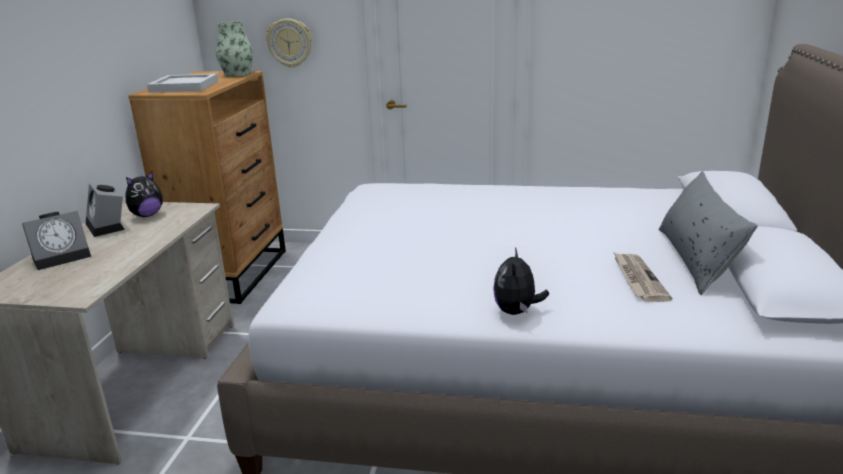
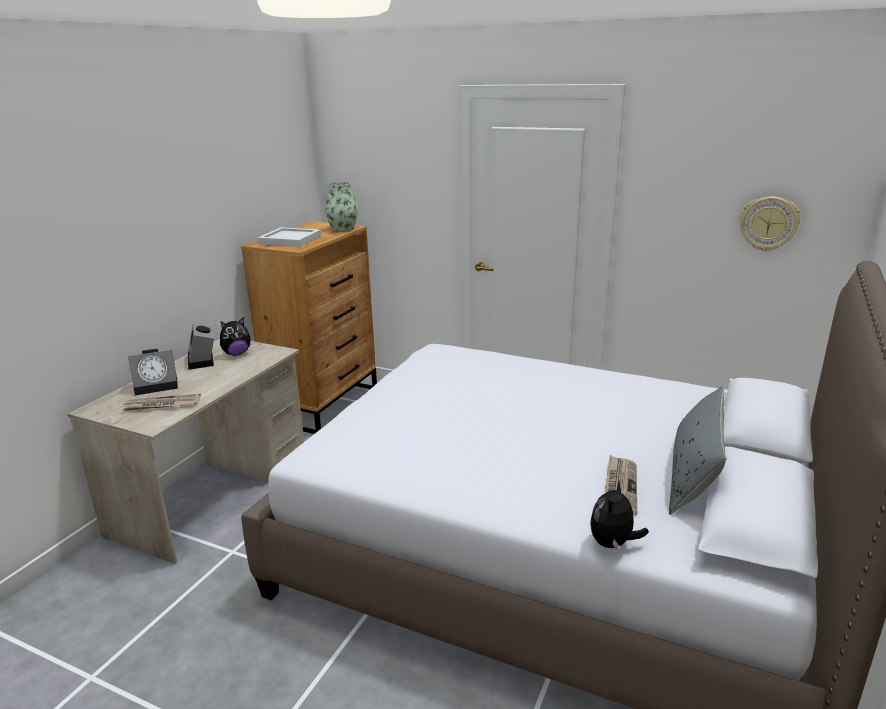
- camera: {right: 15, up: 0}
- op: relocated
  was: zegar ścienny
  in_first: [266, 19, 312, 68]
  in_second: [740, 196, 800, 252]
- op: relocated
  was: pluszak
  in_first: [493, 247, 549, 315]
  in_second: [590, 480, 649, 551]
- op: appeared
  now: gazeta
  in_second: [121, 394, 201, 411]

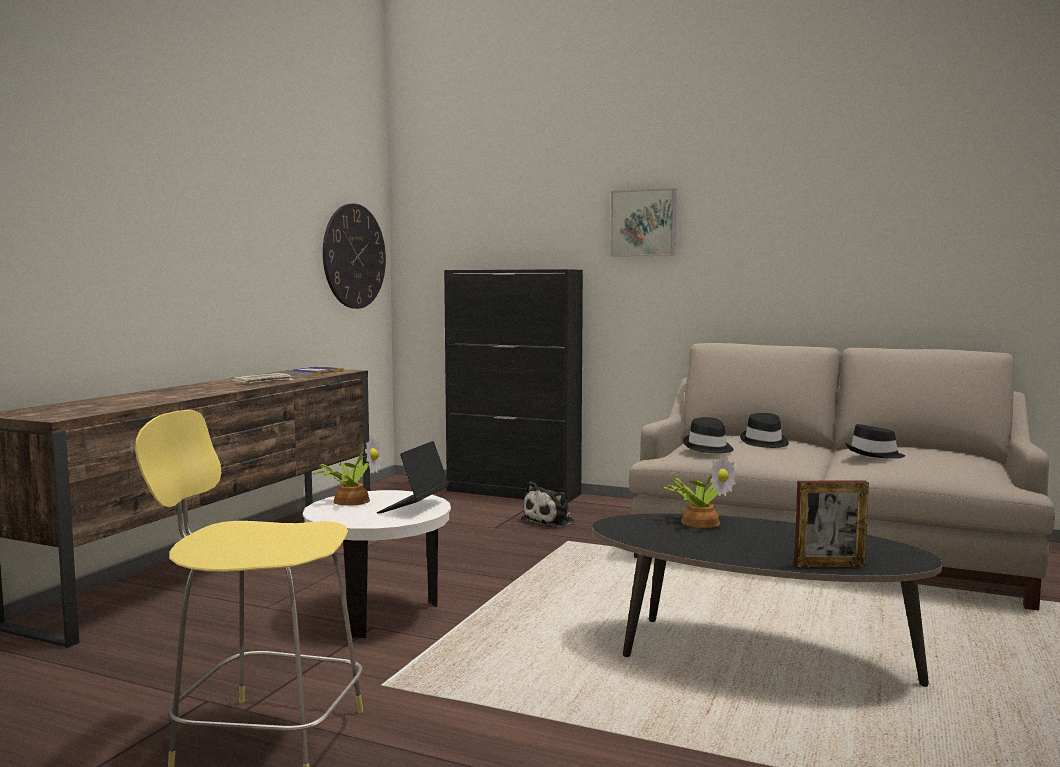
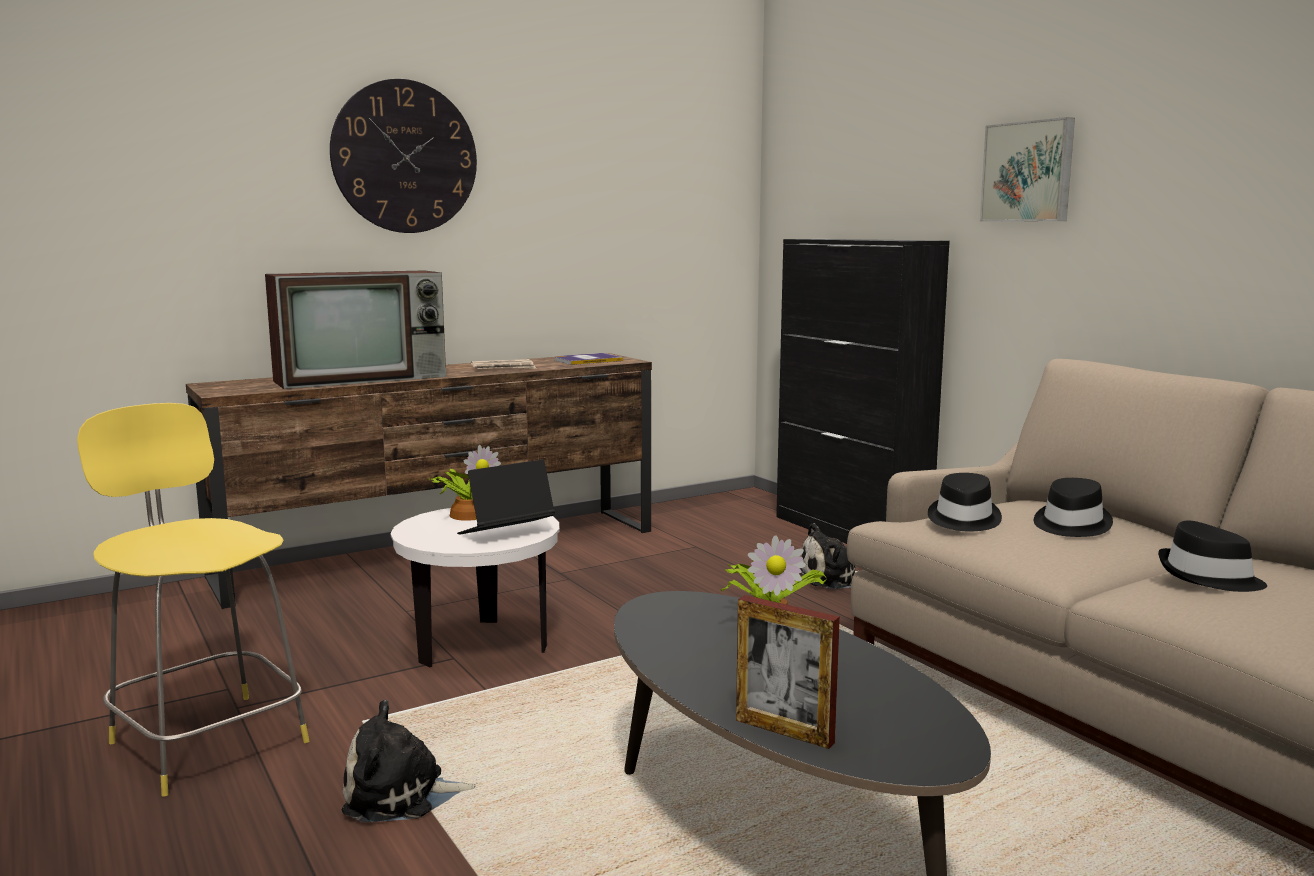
- camera: {right: 35, up: 5}
- op: relocated
  was: zegar ścienny
  in_first: [323, 204, 386, 309]
  in_second: [330, 79, 477, 233]
- op: appeared
  now: telewizor
  in_second: [265, 270, 446, 389]
- op: appeared
  now: pluszak
  in_second: [342, 700, 478, 822]

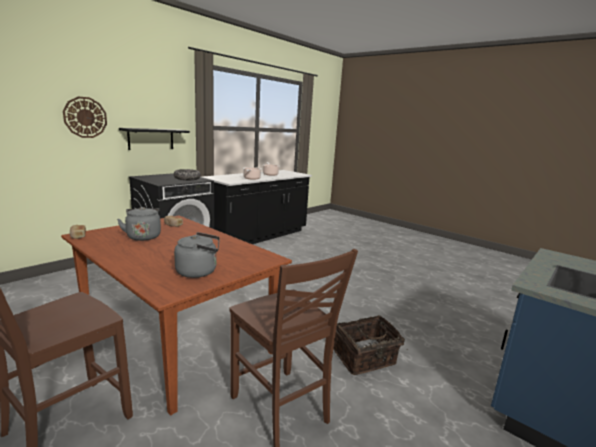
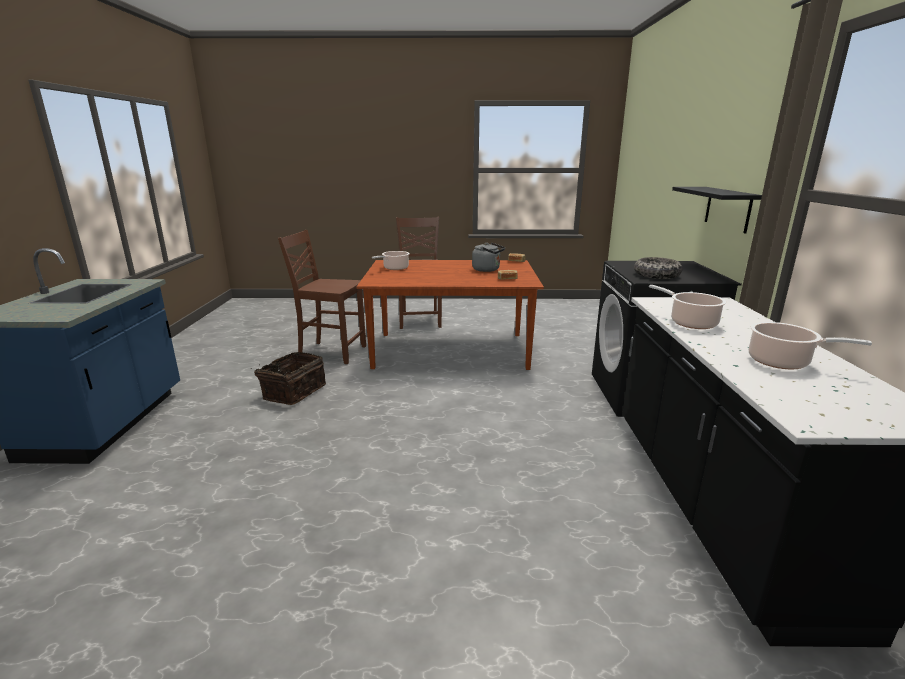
- camera: {right: 140, up: 5}
- op: missing
  was: zegar ścienny
  in_first: [63, 97, 107, 138]
- op: exchanged
  was: czajnik (szary)
  now: garnek
  in_first: [174, 232, 220, 278]
  in_second: [372, 251, 410, 270]

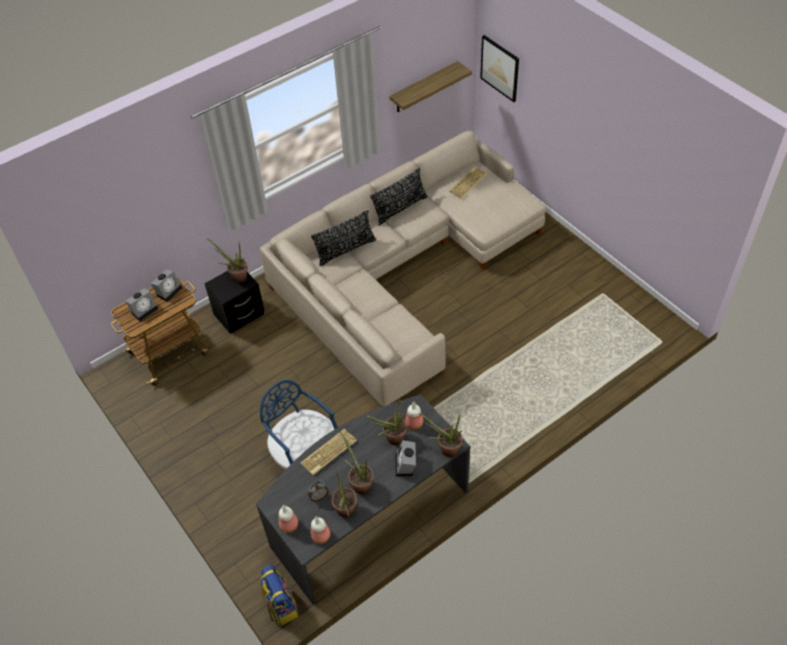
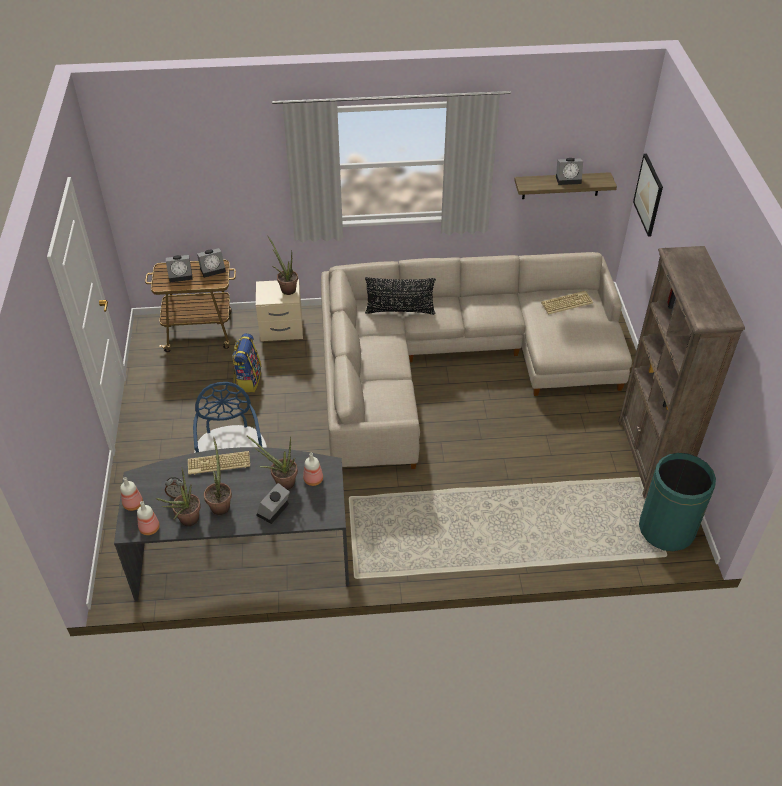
- camera: {right: 30, up: -5}
- op: missing
  was: poduszka (czarny)
  in_first: [370, 168, 428, 226]
- op: colour
  was: szafka nocna (czarny)
  now: szafka nocna (beżowy)
  in_first: [204, 271, 265, 334]
  in_second: [256, 279, 303, 341]
- op: missing
  was: roślina doniczkowa
  in_first: [419, 413, 463, 457]
- op: relocated
  was: plecak
  in_first: [260, 564, 299, 626]
  in_second: [233, 333, 261, 392]
- op: appeared
  now: budzik
  in_second: [556, 158, 583, 185]
- op: appeared
  now: regał (brązowy)
  in_second: [618, 246, 745, 498]
- op: appeared
  now: kosz na śmieci (zielony)
  in_second: [639, 453, 716, 551]

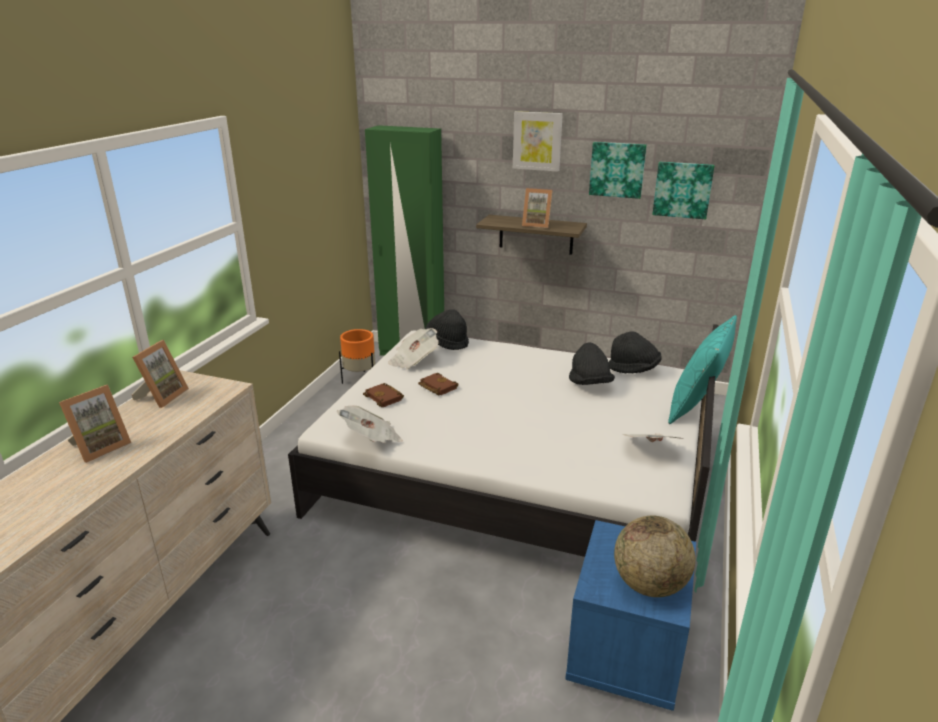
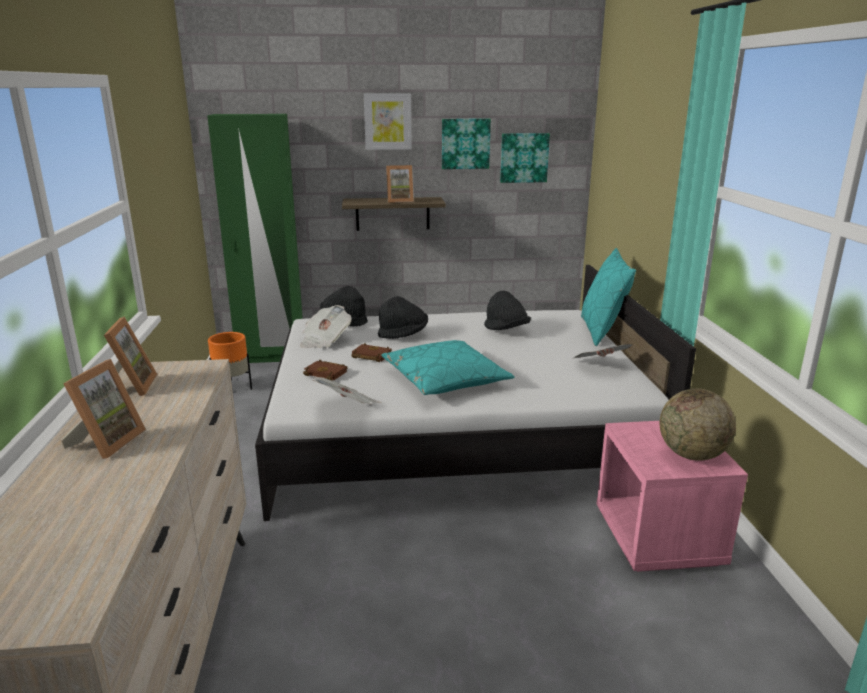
- camera: {right: -25, up: -5}
- op: relocated
  was: kapelusz (czarny)
  in_first: [609, 331, 662, 373]
  in_second: [378, 296, 428, 339]
- op: colour
  was: szafka nocna (niebieski)
  now: szafka nocna (różowy)
  in_first: [565, 520, 696, 711]
  in_second: [597, 421, 748, 572]
- op: appeared
  now: poduszka (turkusowy)
  in_second: [381, 340, 515, 395]

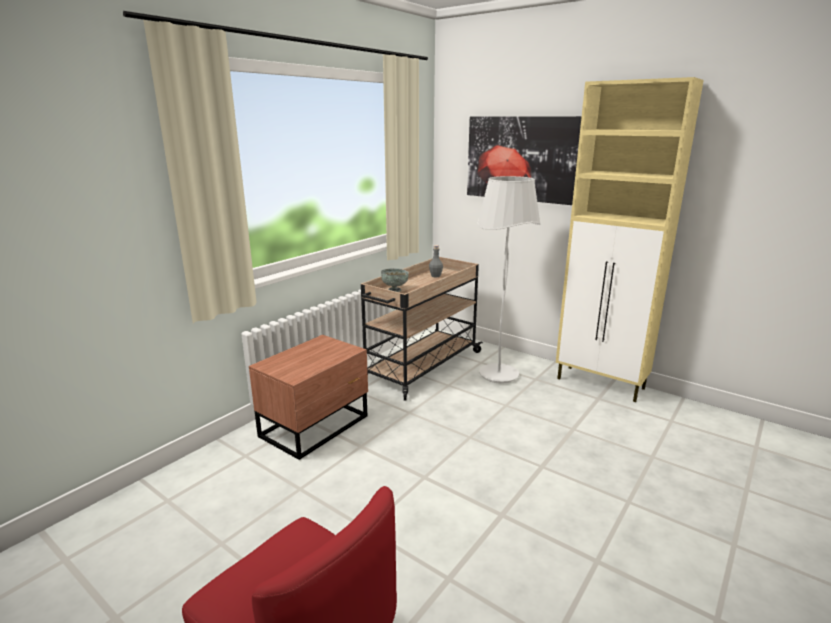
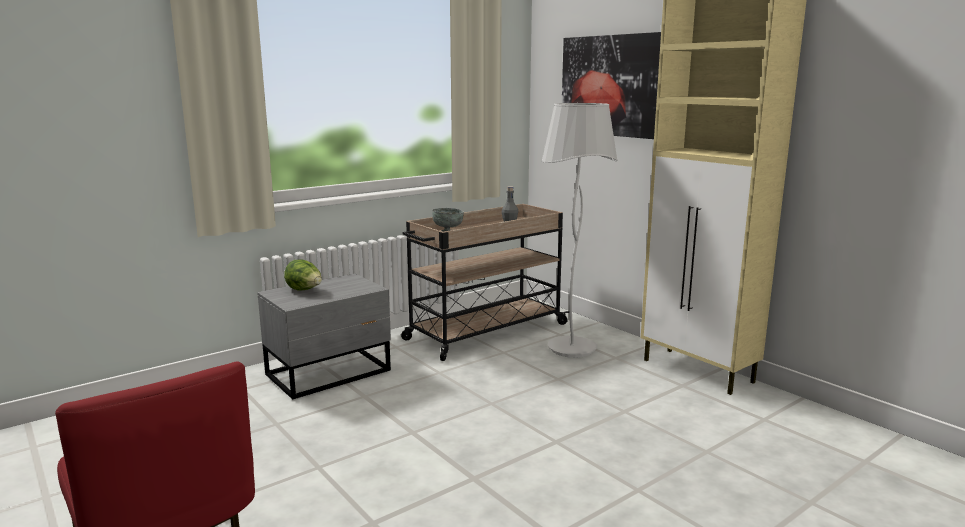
- camera: {right: 15, up: -5}
- op: colour
  was: szafka nocna (brązowy)
  now: szafka nocna (szary)
  in_first: [249, 335, 368, 460]
  in_second: [257, 273, 391, 400]
- op: appeared
  now: sałata
  in_second: [284, 259, 322, 291]

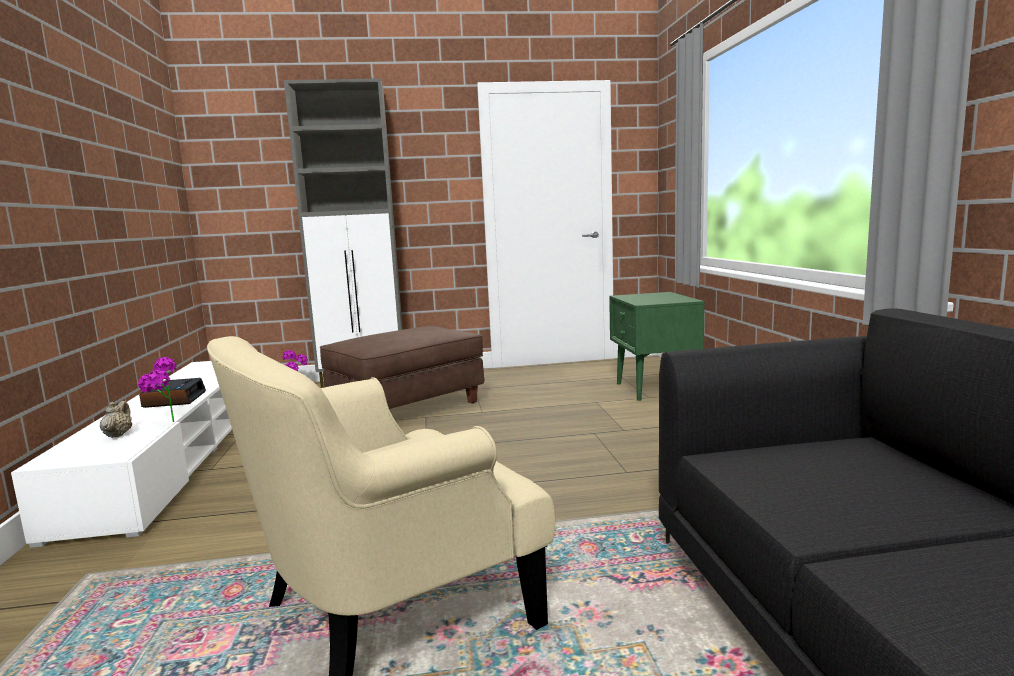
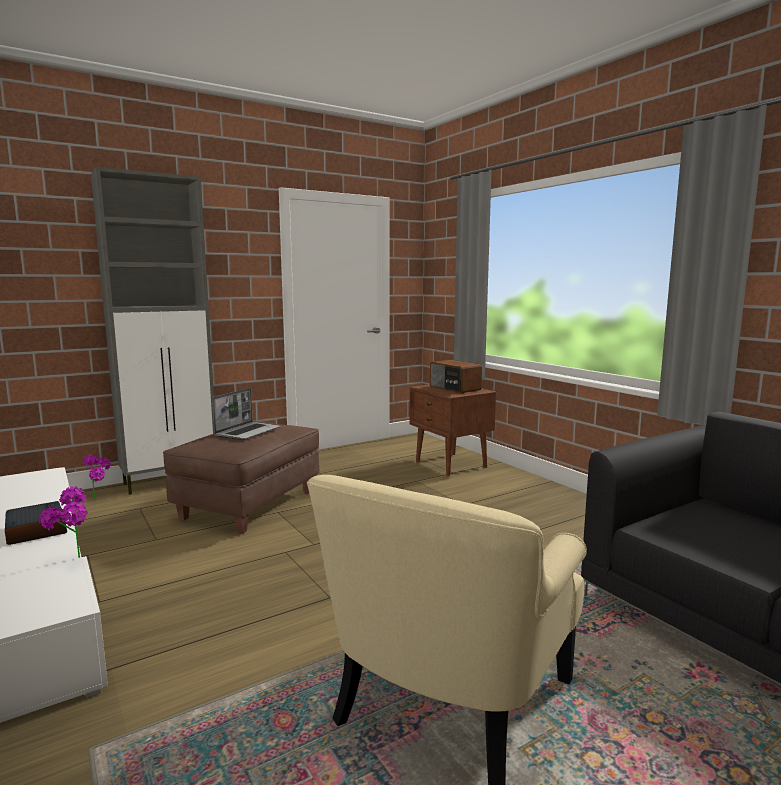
- camera: {right: -25, up: 0}
- op: colour
  was: szafka nocna (zielony)
  now: szafka nocna (brązowy)
  in_first: [609, 292, 705, 401]
  in_second: [409, 385, 496, 477]
- op: missing
  was: imbryk (beżowy)
  in_first: [100, 401, 132, 438]
- op: appeared
  now: radio
  in_second: [430, 360, 482, 393]
- op: appeared
  now: laptop
  in_second: [212, 388, 280, 440]

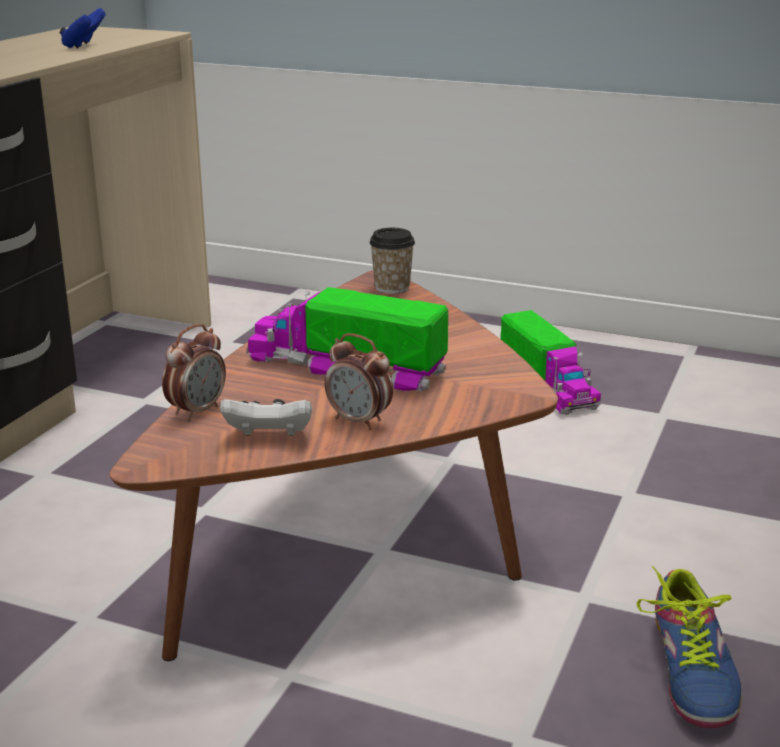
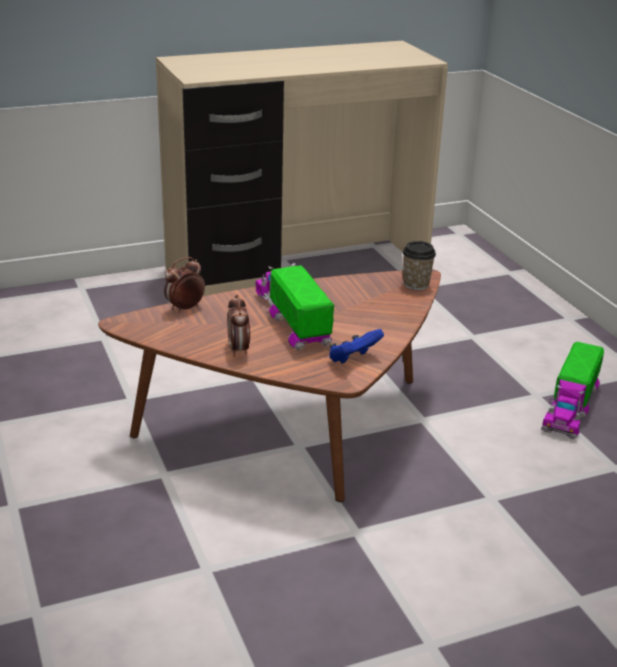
- camera: {right: 45, up: 5}
- op: relocated
  was: pad do gier (niebieski)
  in_first: [60, 8, 106, 49]
  in_second: [329, 329, 384, 364]
- op: spun
  was: budzik
  in_first: [162, 324, 226, 421]
  in_second: [164, 257, 205, 313]
  clockwise: 150
- op: missing
  was: pad do gier (biały)
  in_first: [220, 399, 312, 436]
- op: missing
  was: but
  in_first: [637, 566, 741, 728]

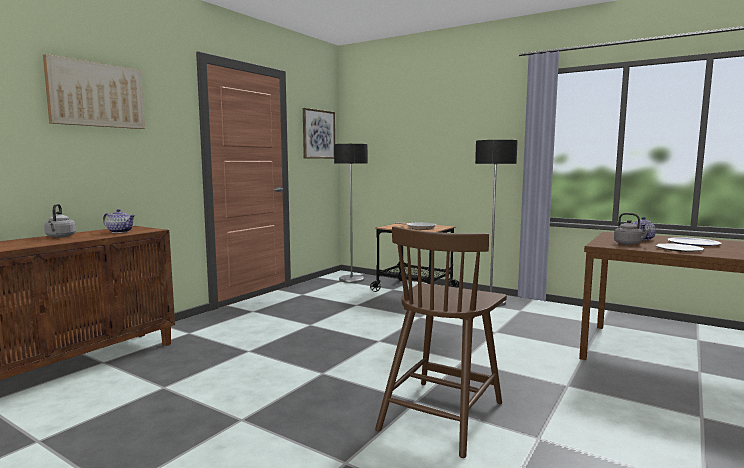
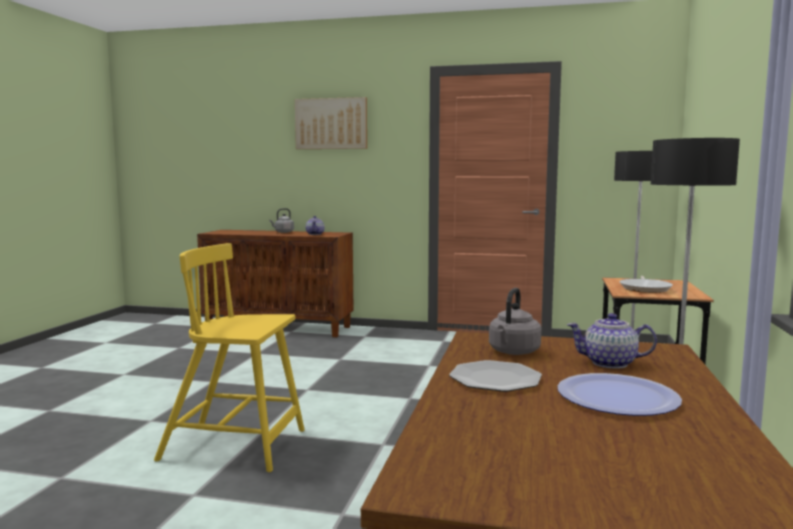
- camera: {right: 70, up: 0}
- op: missing
  was: obraz
  in_first: [303, 108, 335, 159]
- op: colour
  was: krzesło (brązowy)
  now: krzesło (żółty)
  in_first: [375, 226, 507, 458]
  in_second: [154, 243, 305, 472]

